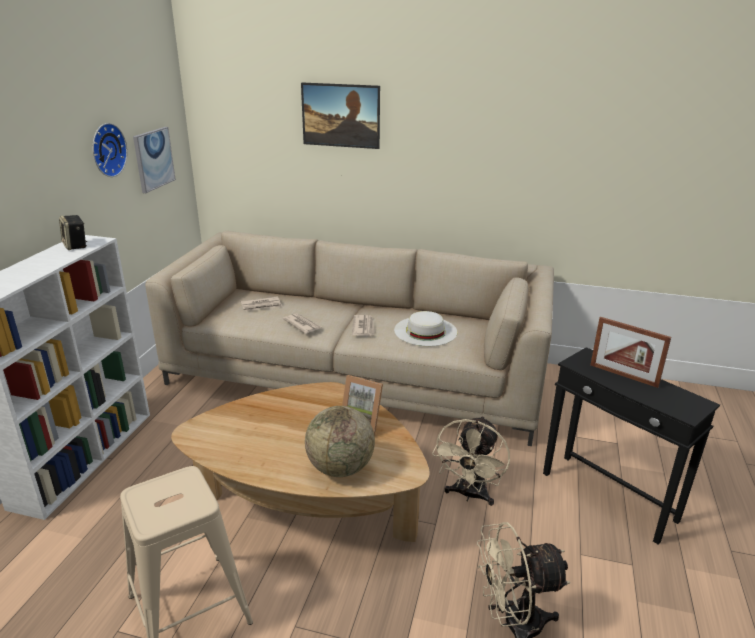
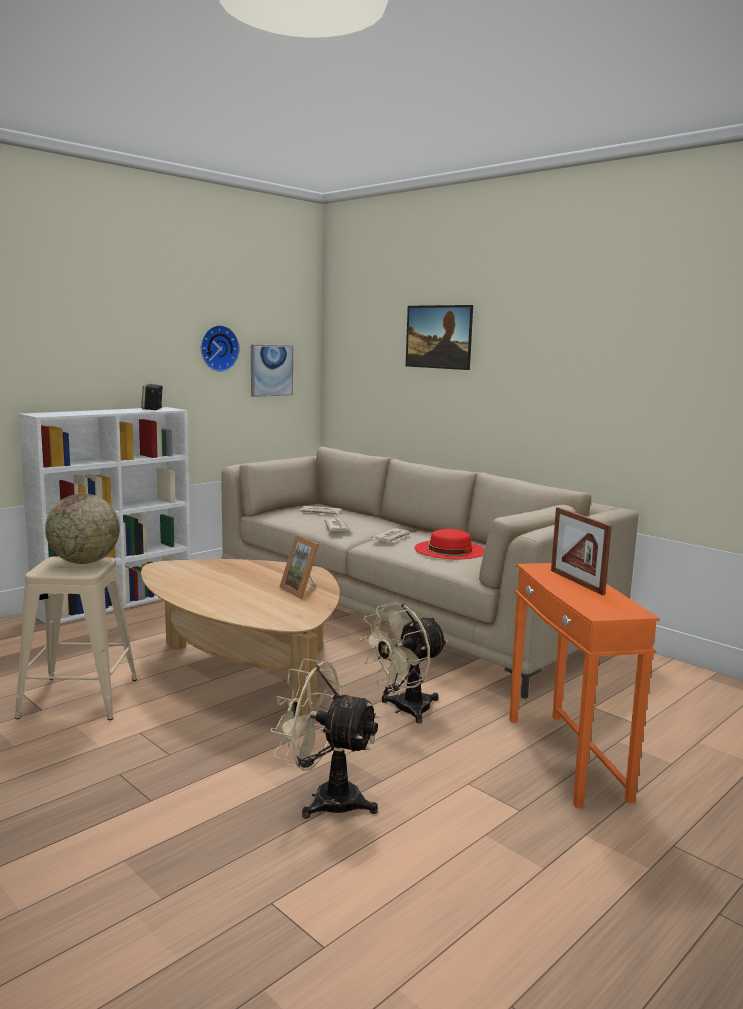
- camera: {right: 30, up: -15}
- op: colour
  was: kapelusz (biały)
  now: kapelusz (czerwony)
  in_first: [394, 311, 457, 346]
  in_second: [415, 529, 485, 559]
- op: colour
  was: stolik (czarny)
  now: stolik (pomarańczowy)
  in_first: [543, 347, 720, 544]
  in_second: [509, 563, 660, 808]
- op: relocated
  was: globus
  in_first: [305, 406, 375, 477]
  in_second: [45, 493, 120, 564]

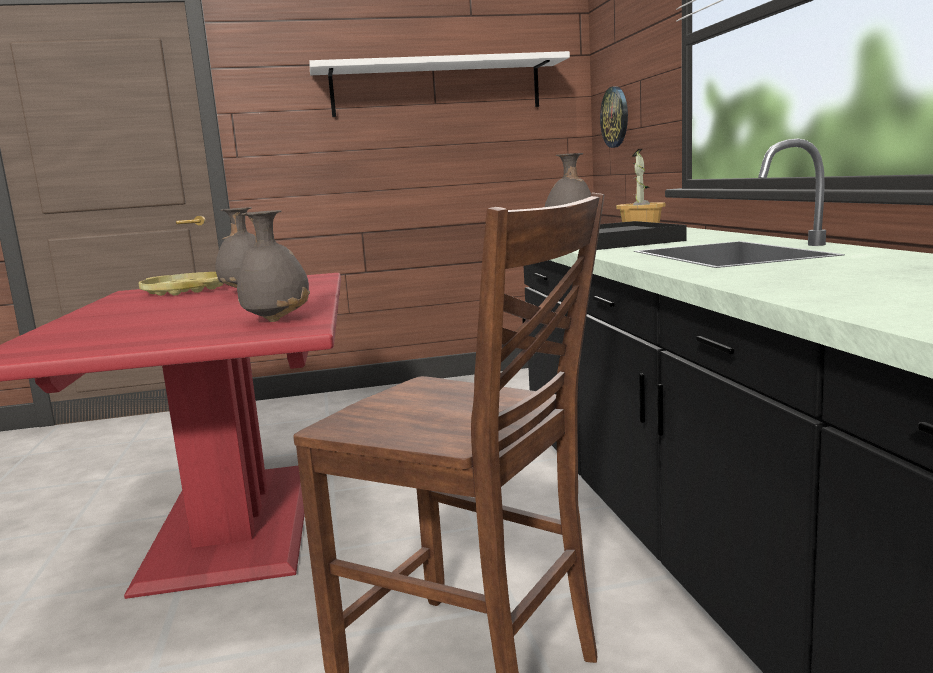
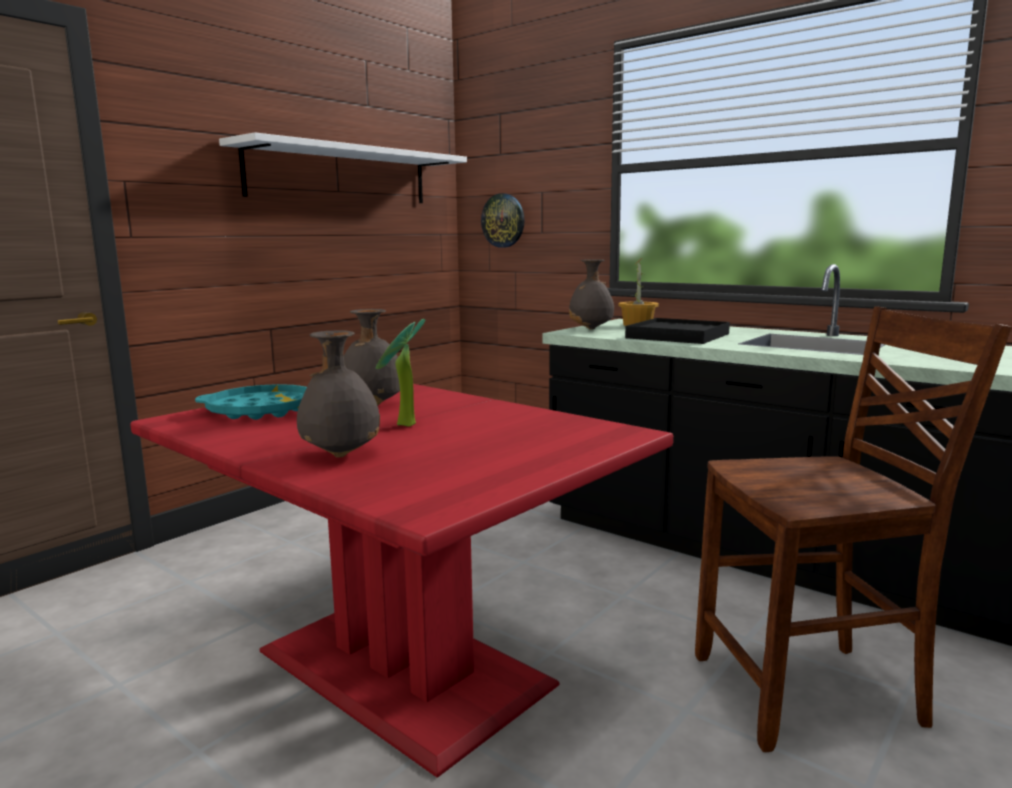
- camera: {right: -40, up: 0}
- op: relocated
  was: wazon (szary)
  in_first: [237, 210, 310, 322]
  in_second: [297, 331, 380, 457]
- op: colour
  was: taca (żółty)
  now: taca (turkusowy)
  in_first: [138, 272, 224, 296]
  in_second: [195, 384, 307, 420]
- op: appeared
  now: roślina doniczkowa
  in_second: [376, 319, 426, 427]

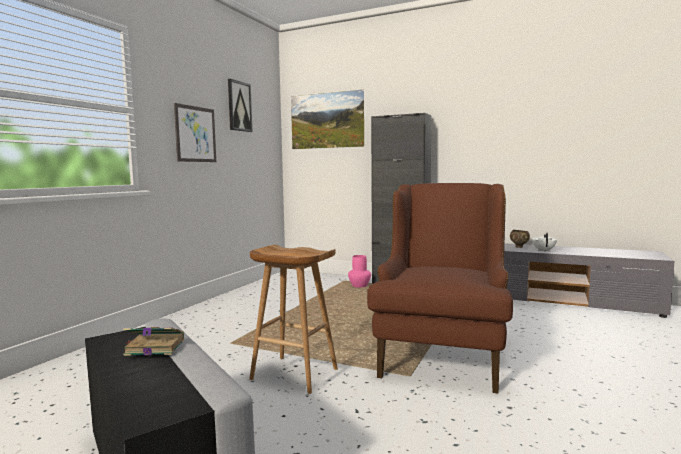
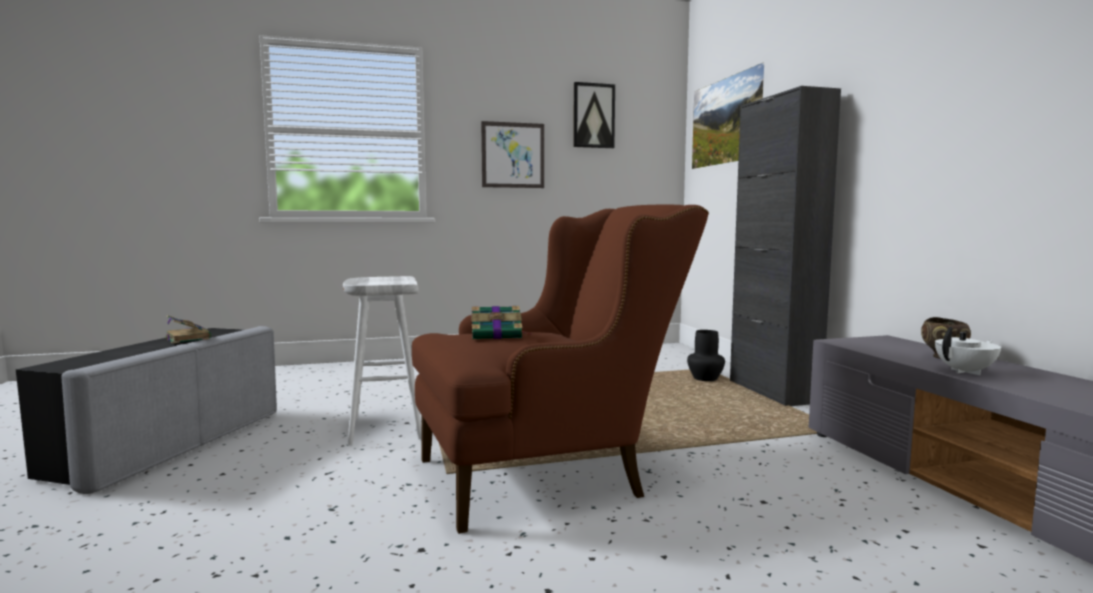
- camera: {right: 50, up: 0}
- op: colour
  was: stołek (brązowy)
  now: stołek (biały)
  in_first: [249, 245, 338, 394]
  in_second: [343, 276, 422, 445]
- op: colour
  was: wazon (różowy)
  now: wazon (czarny)
  in_first: [348, 255, 371, 288]
  in_second: [687, 330, 725, 381]
- op: appeared
  now: książka
  in_second: [471, 306, 529, 339]

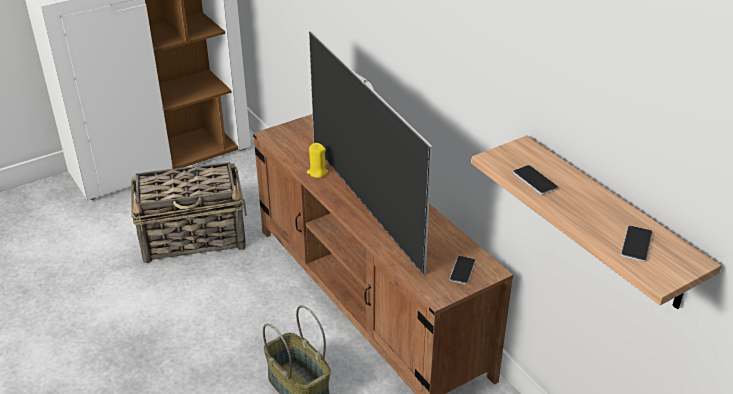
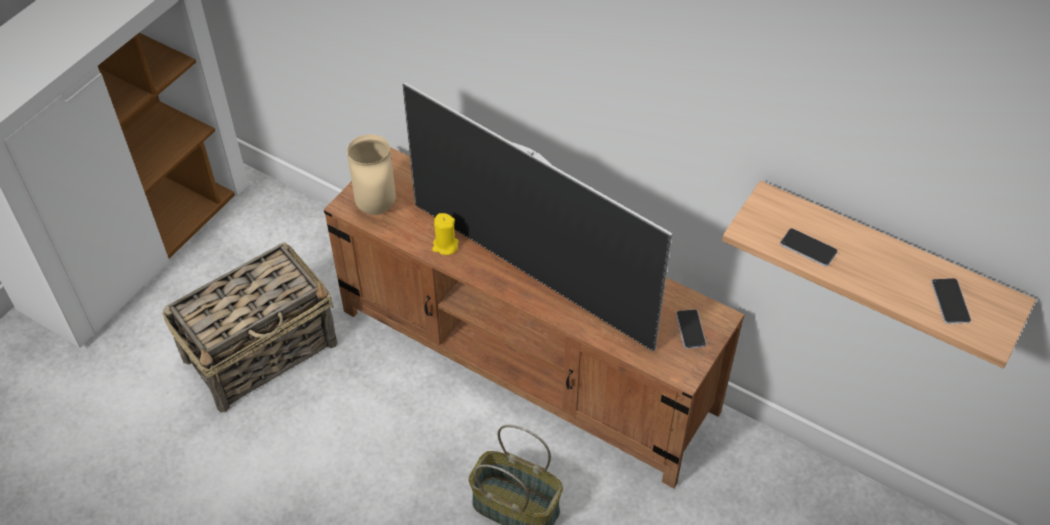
- camera: {right: -25, up: 15}
- op: appeared
  now: wazon (beżowy)
  in_second: [347, 134, 396, 215]

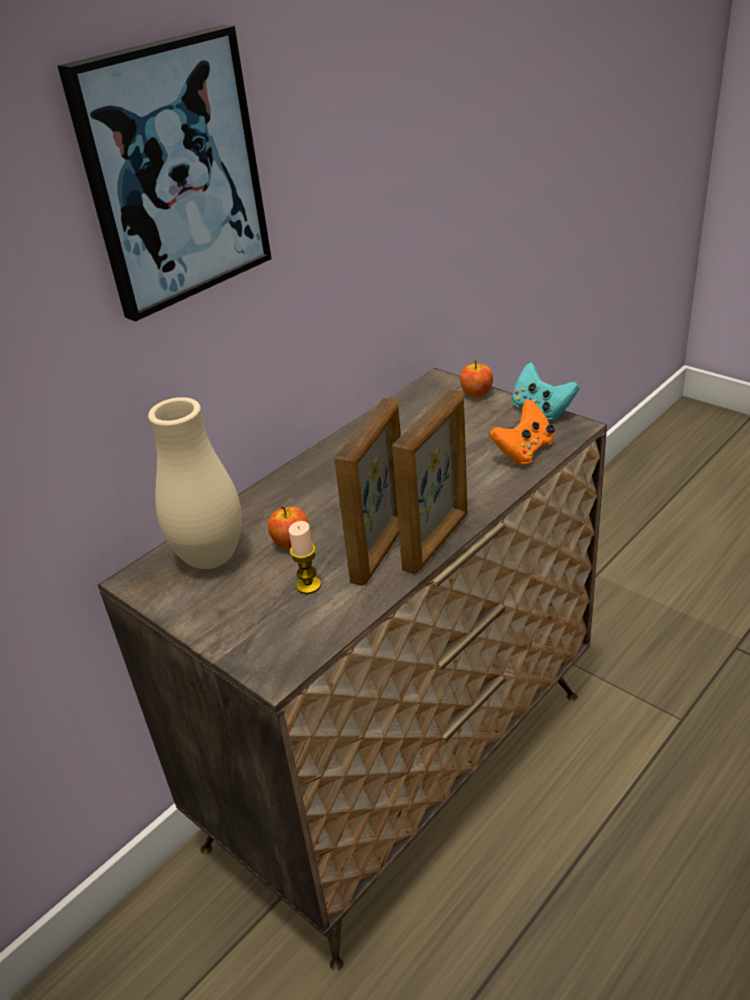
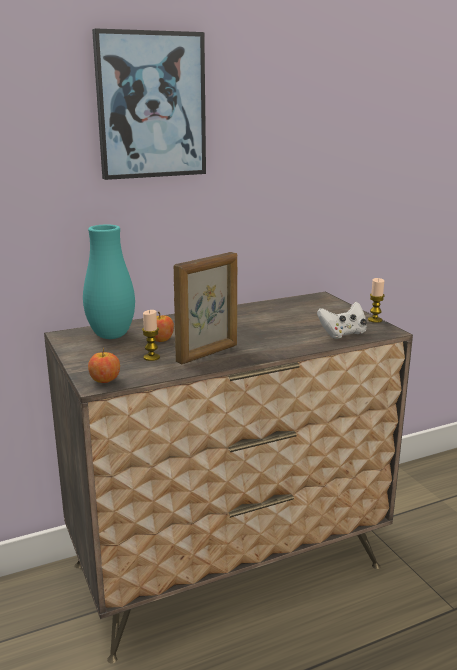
- camera: {right: 20, up: -15}
- op: relocated
  was: jabłko
  in_first: [460, 359, 493, 397]
  in_second: [88, 348, 120, 383]
- op: exchanged
  was: pad do gier (turkusowy)
  now: świeca
  in_first: [512, 362, 579, 421]
  in_second: [368, 278, 385, 323]
- op: missing
  was: ramka na zdjęcie
  in_first: [392, 389, 467, 574]
- op: colour
  was: wazon (beżowy)
  now: wazon (turkusowy)
  in_first: [148, 397, 242, 569]
  in_second: [83, 225, 135, 339]
- op: colour
  was: pad do gier (pomarańczowy)
  now: pad do gier (biały)
  in_first: [490, 399, 555, 465]
  in_second: [317, 302, 367, 339]

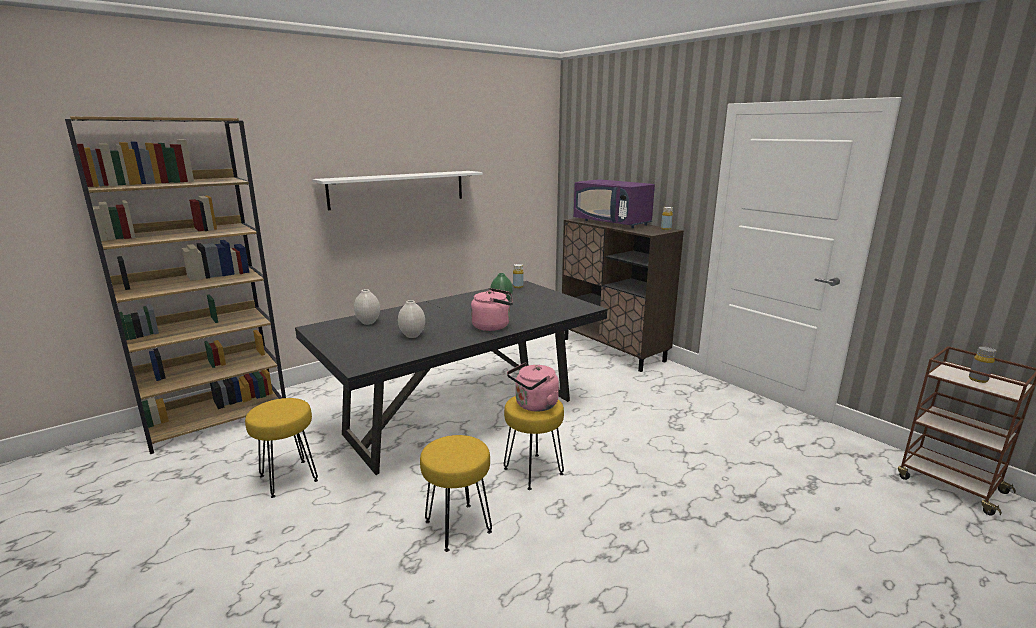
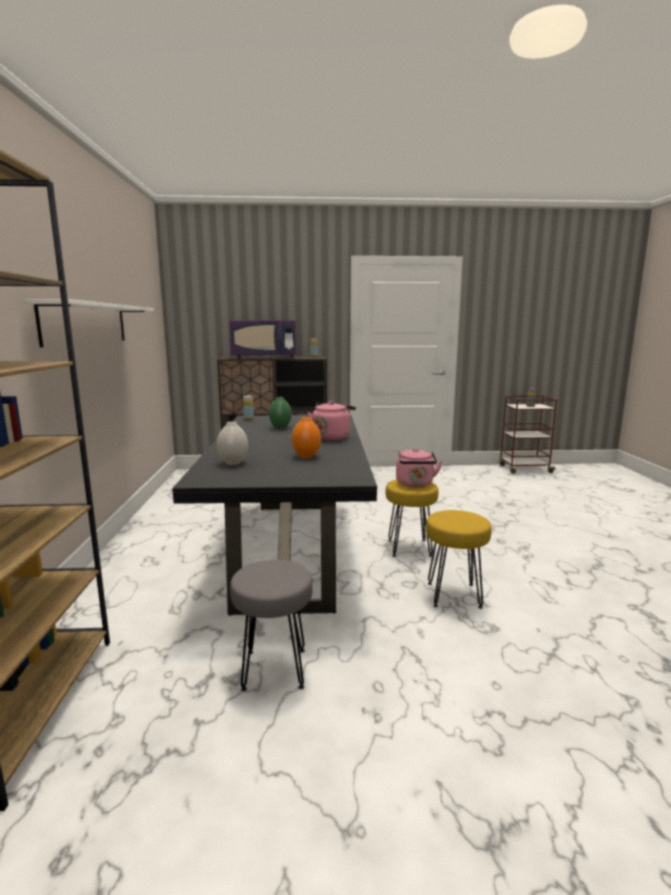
- camera: {right: -55, up: -5}
- op: colour
  was: wazon (biały)
  now: wazon (pomarańczowy)
  in_first: [398, 300, 425, 338]
  in_second: [292, 417, 321, 458]
- op: colour
  was: stołek (żółty)
  now: stołek (szary)
  in_first: [245, 398, 318, 498]
  in_second: [230, 560, 313, 691]

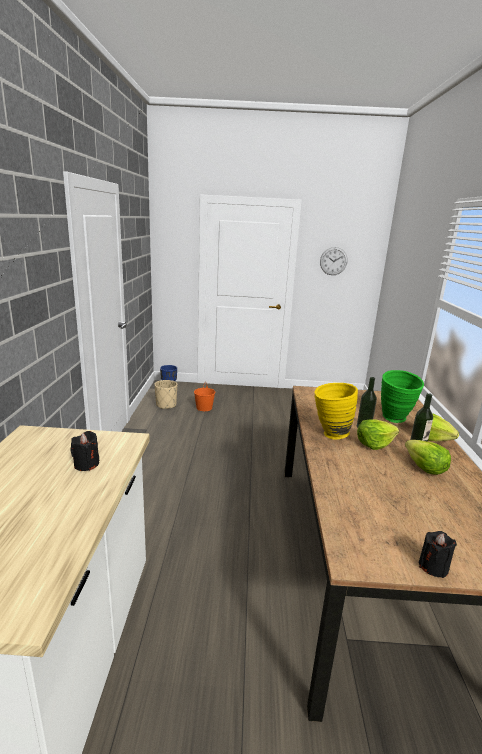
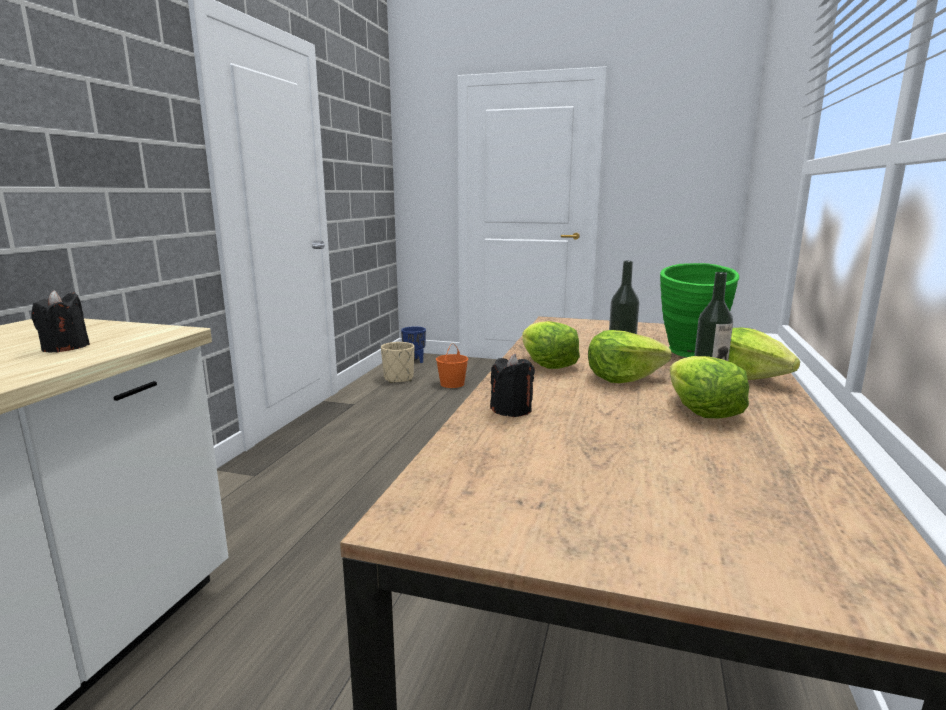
- camera: {right: 15, up: -5}
- op: missing
  was: zegar ścienny
  in_first: [320, 247, 348, 275]
- op: exchanged
  was: wazon (żółty)
  now: sałata
  in_first: [314, 383, 358, 440]
  in_second: [522, 321, 580, 369]
- op: relocated
  was: świeca (czarny)
  in_first: [419, 531, 457, 578]
  in_second: [490, 353, 535, 417]

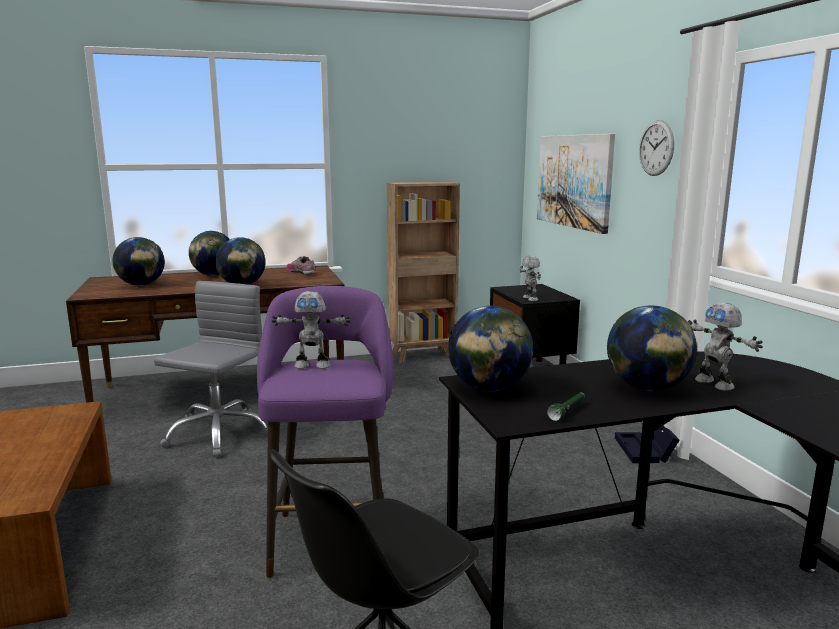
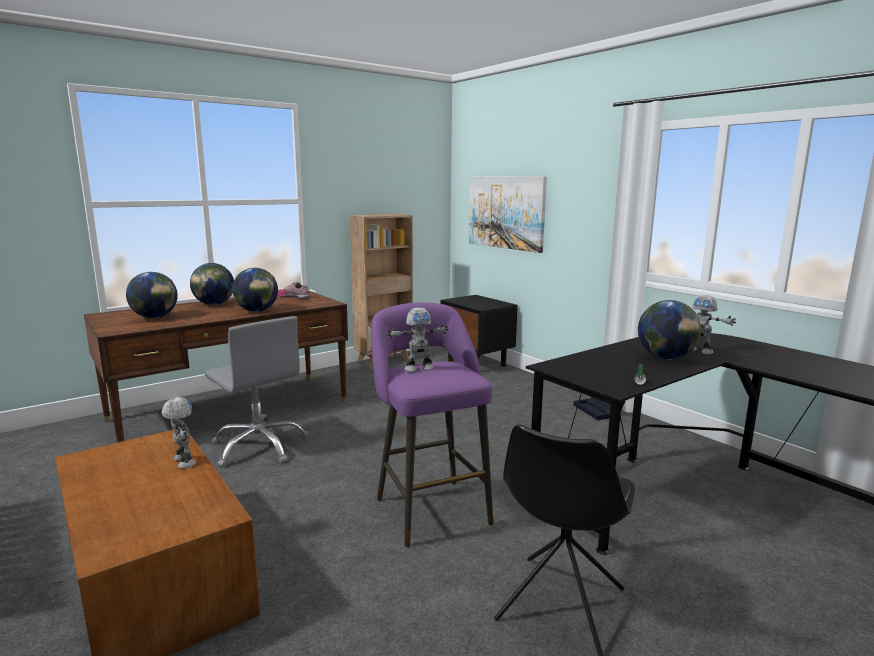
- camera: {right: -20, up: 0}
- op: missing
  was: zegar ścienny
  in_first: [639, 120, 674, 176]
- op: relocated
  was: robot zabawkowy
  in_first: [520, 256, 541, 301]
  in_second: [161, 397, 196, 469]
- op: spun
  was: krzesło biurowe (szary)
  in_first: [154, 281, 268, 457]
  in_second: [205, 316, 309, 468]
  clockwise: 135
- op: missing
  was: globus
  in_first: [448, 306, 533, 391]

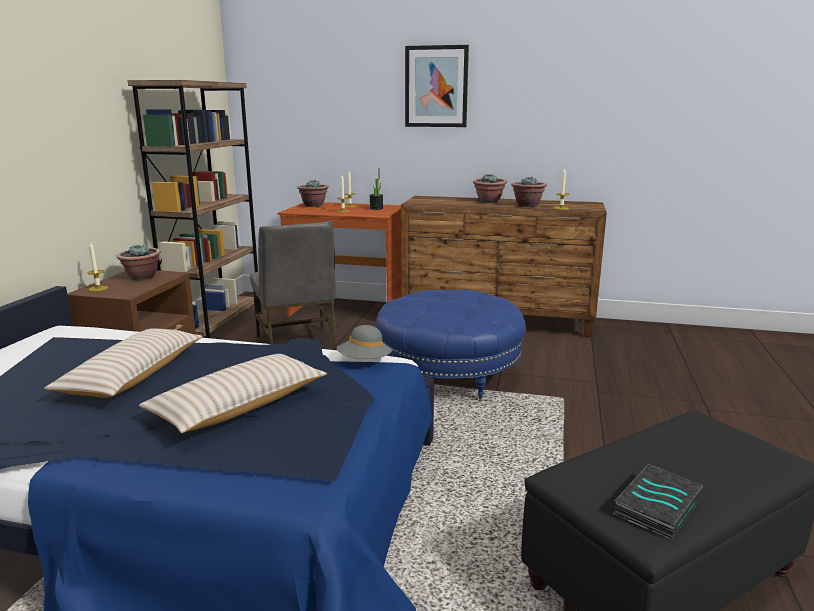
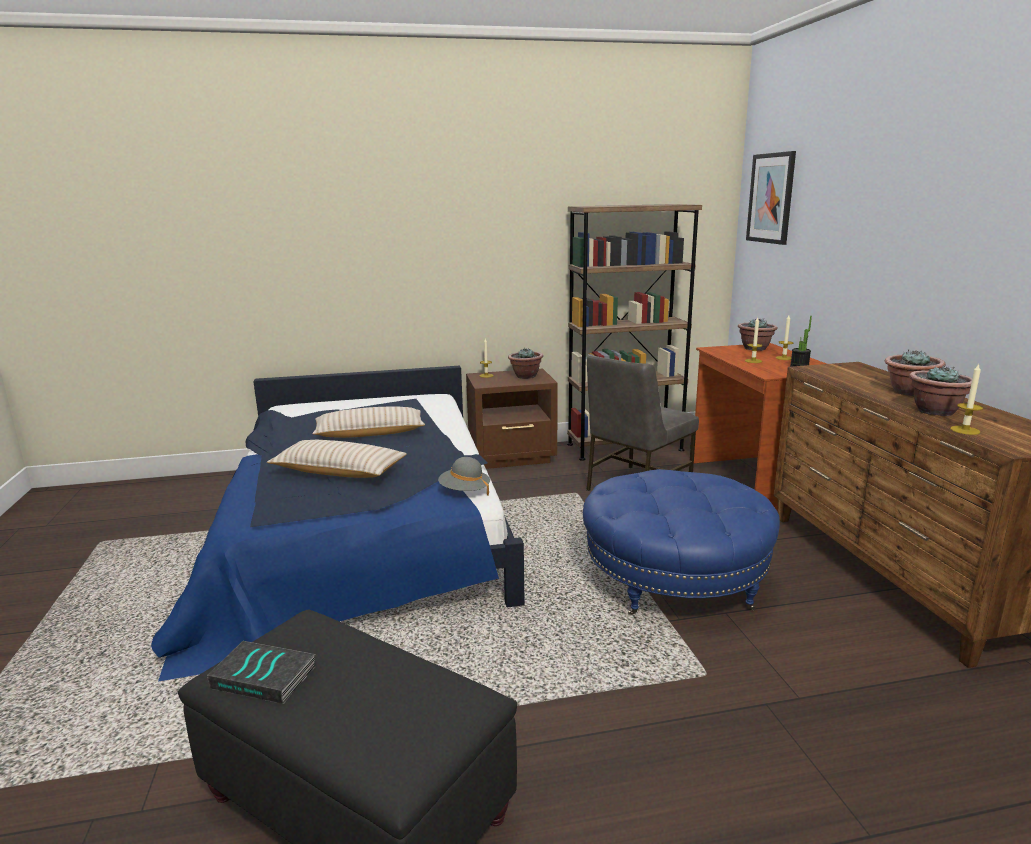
- camera: {right: 65, up: 0}
- op: relocated
  was: obraz
  in_first: [405, 45, 469, 127]
  in_second: [746, 151, 796, 245]

